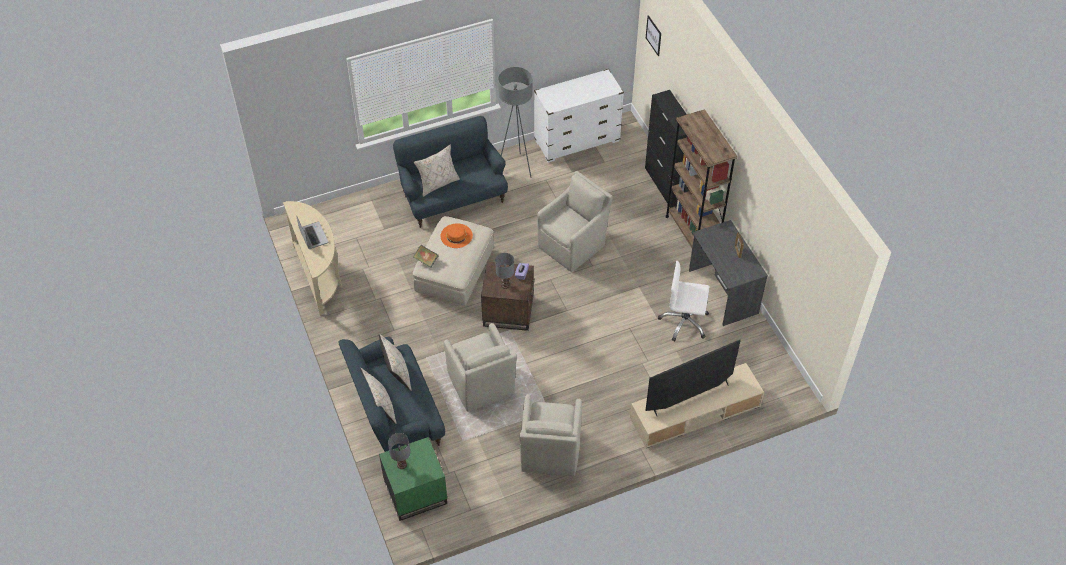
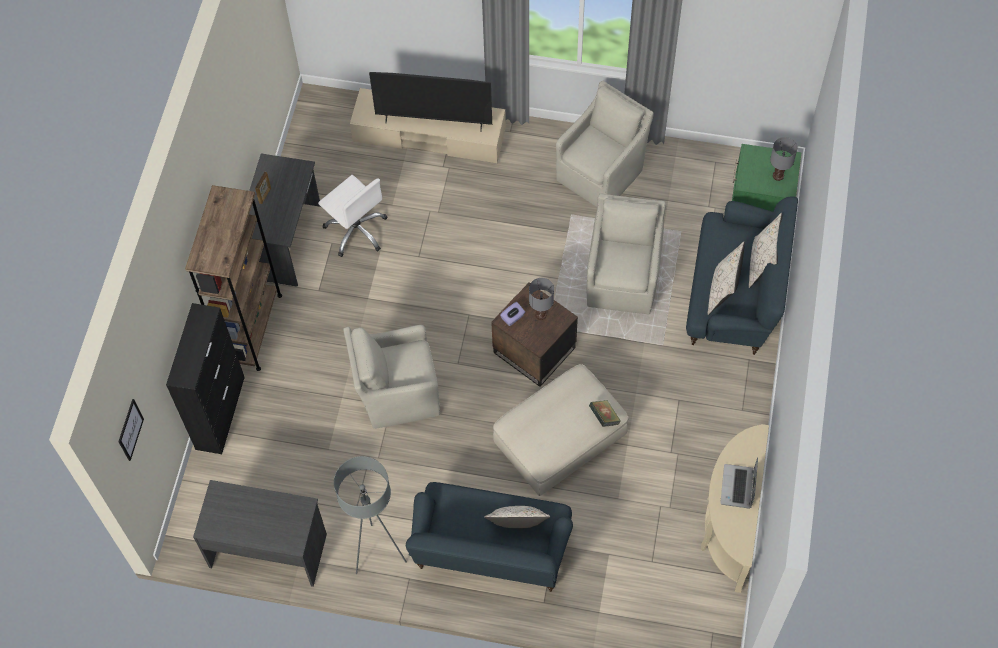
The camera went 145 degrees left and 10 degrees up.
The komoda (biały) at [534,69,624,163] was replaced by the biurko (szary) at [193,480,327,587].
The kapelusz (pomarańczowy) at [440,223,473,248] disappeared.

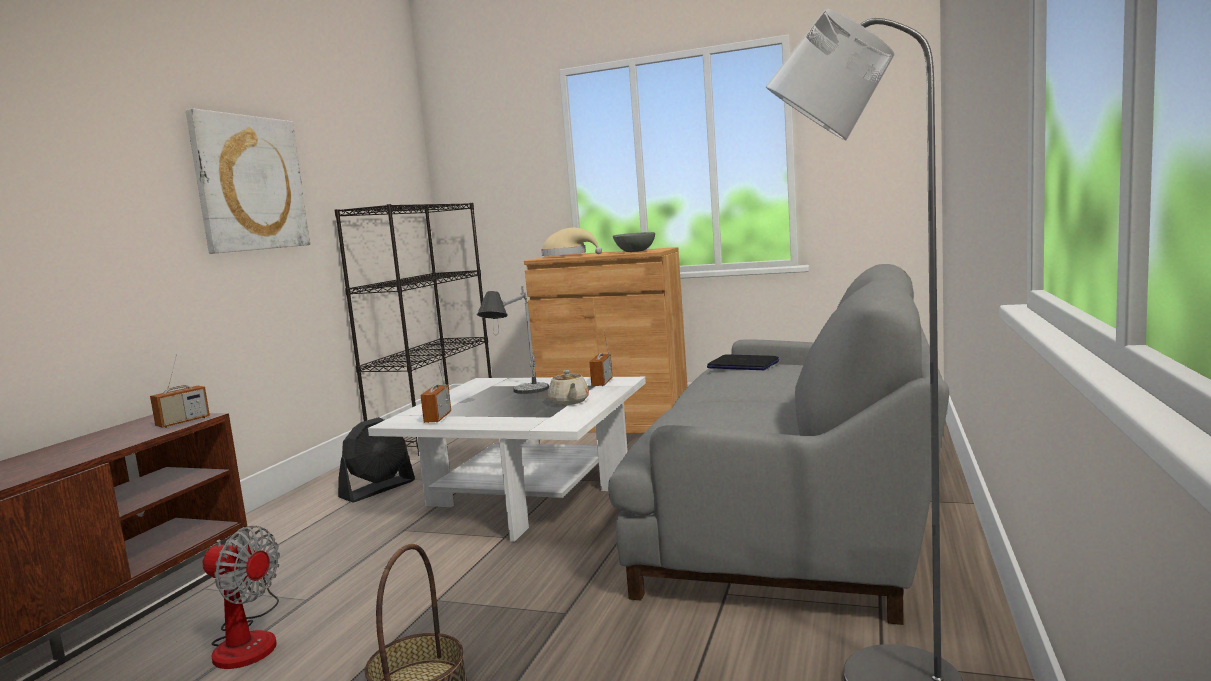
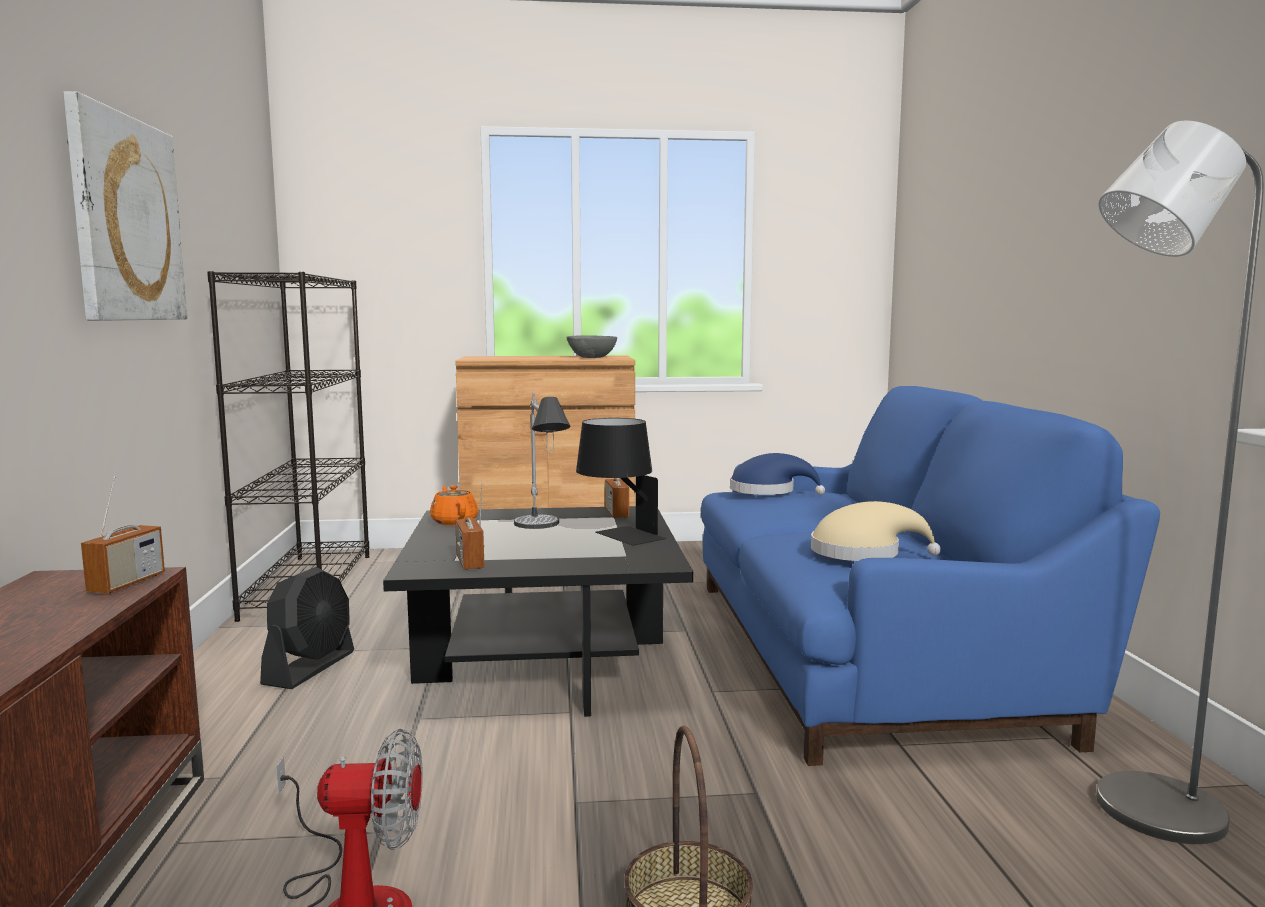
The camera went 25 degrees left and 0 degrees up.
The ława (biały) at [368,377,646,542] became the ława (czarny) at [383,506,693,717].
The imbryk (pomarańczowy) at [430,485,478,525] appeared.
The imbryk (beżowy) at [548,370,589,405] was replaced by the lampa stołowa (czarny) at [576,418,666,545].
The kanapa (szary) at [608,264,949,625] became the kanapa (niebieski) at [701,386,1160,766].
The laptop at [707,354,779,370] was replaced by the kapelusz (niebieski) at [730,453,825,495].
The kapelusz (beżowy) moved from [541,228,602,256] to [811,501,941,561].

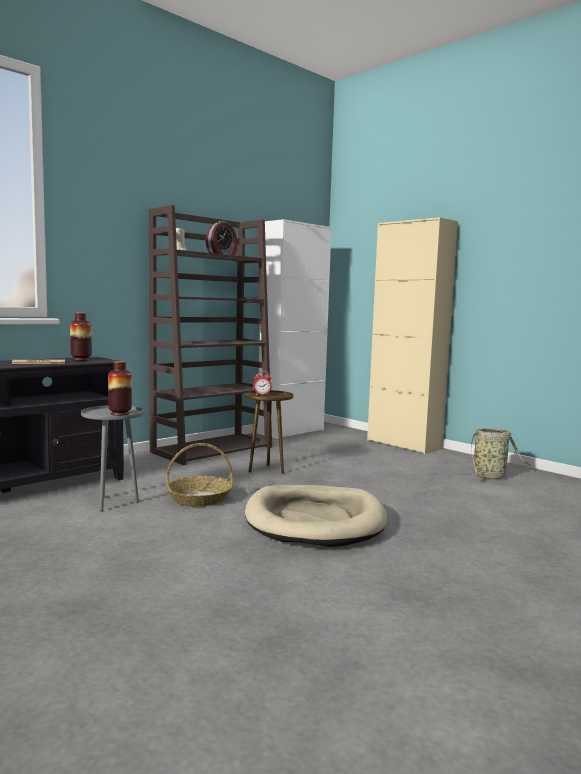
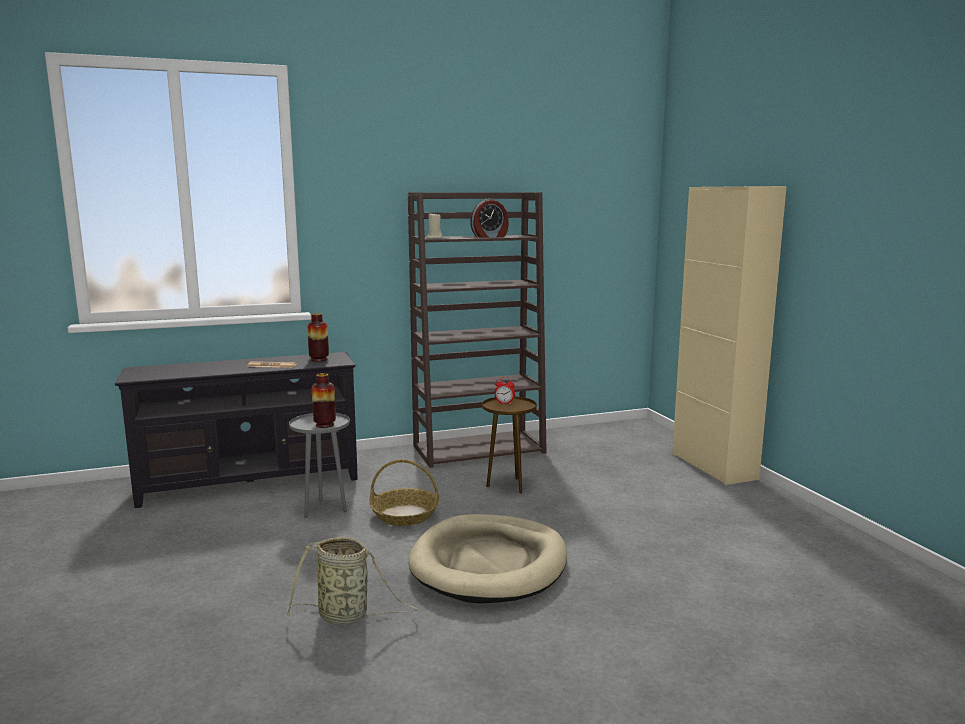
The camera went 25 degrees right and 5 degrees up.
The koszyk moved from [460,428,531,479] to [287,537,418,625].
The szafka (biały) at [257,219,332,439] disappeared.

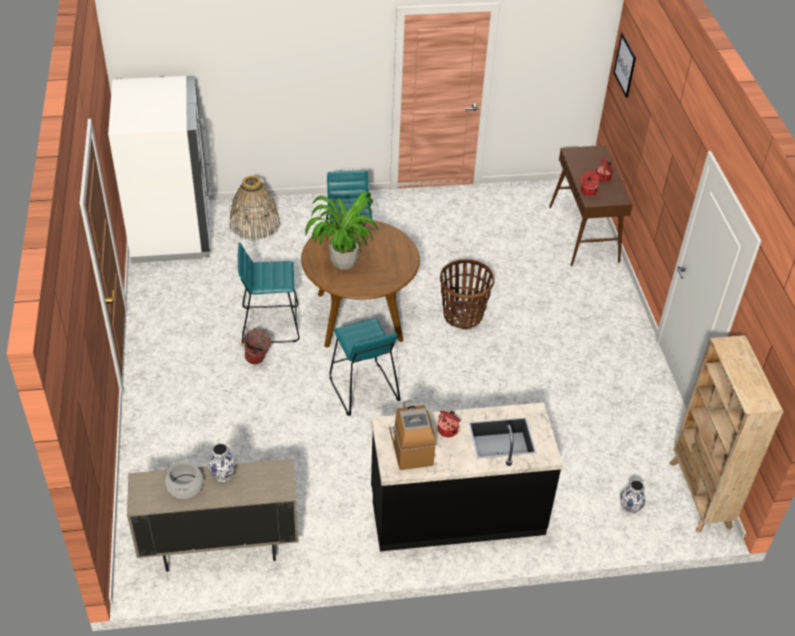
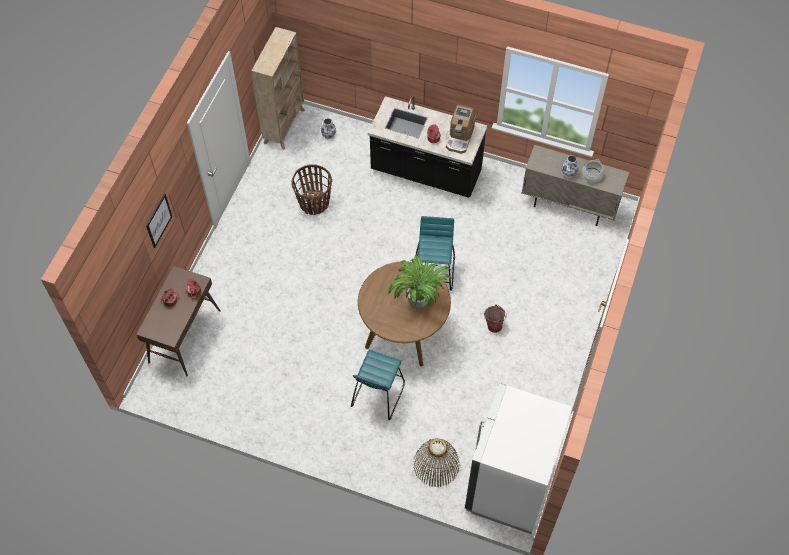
The camera went 150 degrees left and 15 degrees up.
The obraz moved from [613,33,636,98] to [146,193,172,248].
The koszyk moved from [440,259,494,329] to [291,164,332,215].
The stołek (turkusowy) at [238,242,300,343] disappeared.

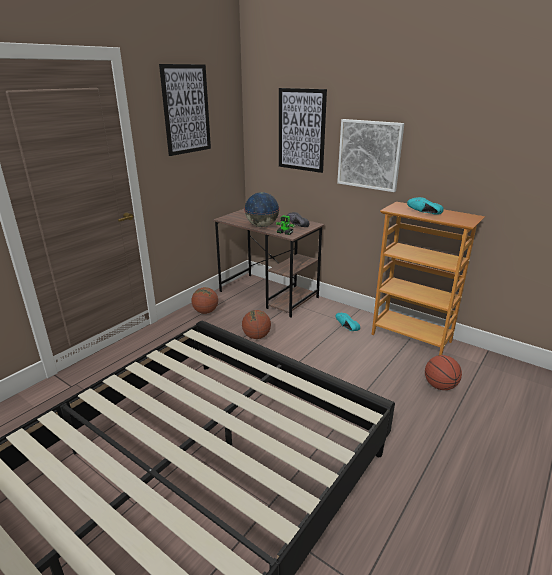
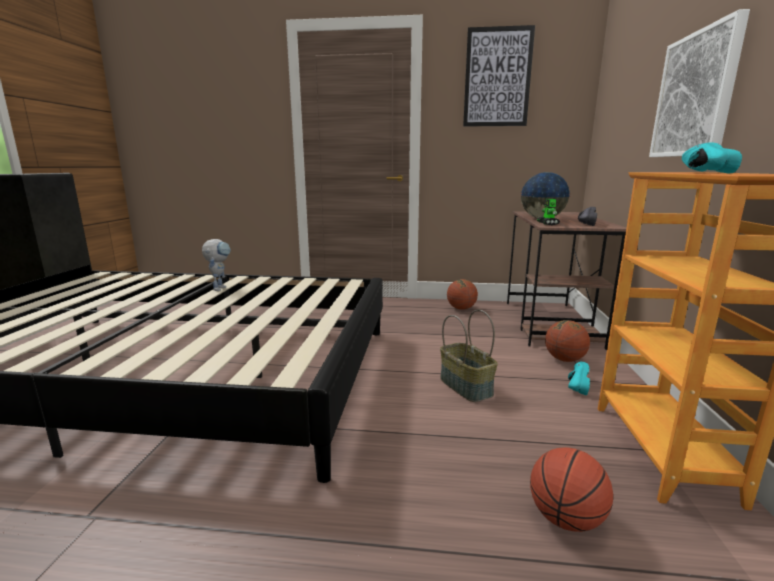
The camera went 60 degrees right and 10 degrees down.
The robot zabawkowy at [202,239,231,291] appeared.
The koszyk at [440,310,498,402] appeared.
The piłka do koszykówki moved from [242,310,271,339] to [545,320,590,362].
The obraz at [279,88,327,173] disappeared.

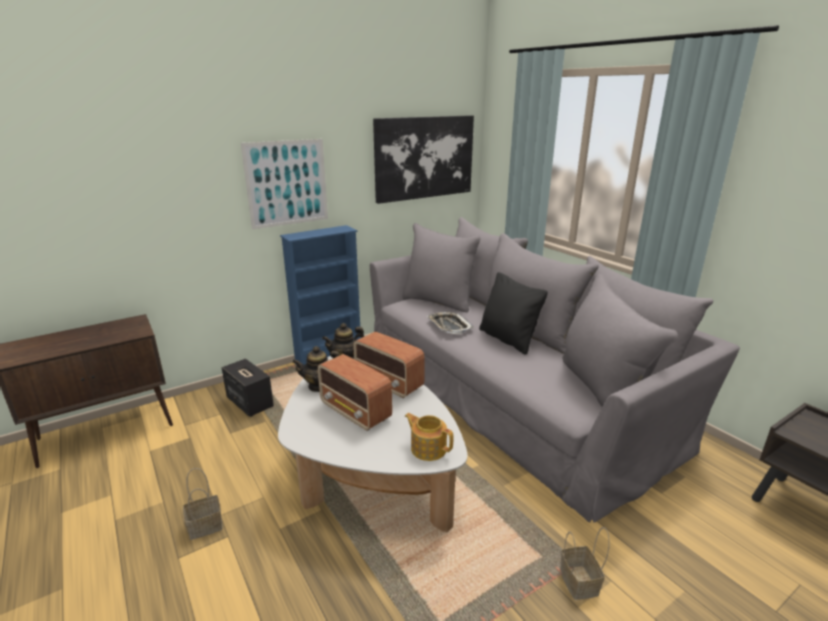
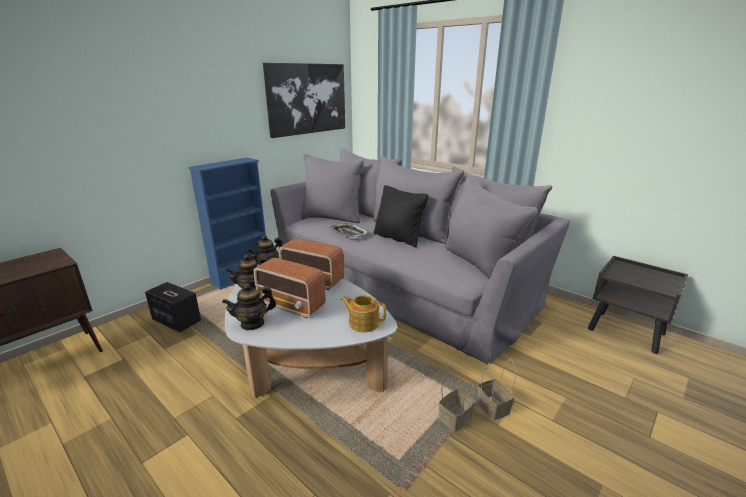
The camera went 15 degrees left and 0 degrees up.
The imbryk at [222,283,276,330] appeared.
The koszyk moved from [183,468,222,540] to [439,366,476,432].
The obraz at [241,139,328,229] disappeared.

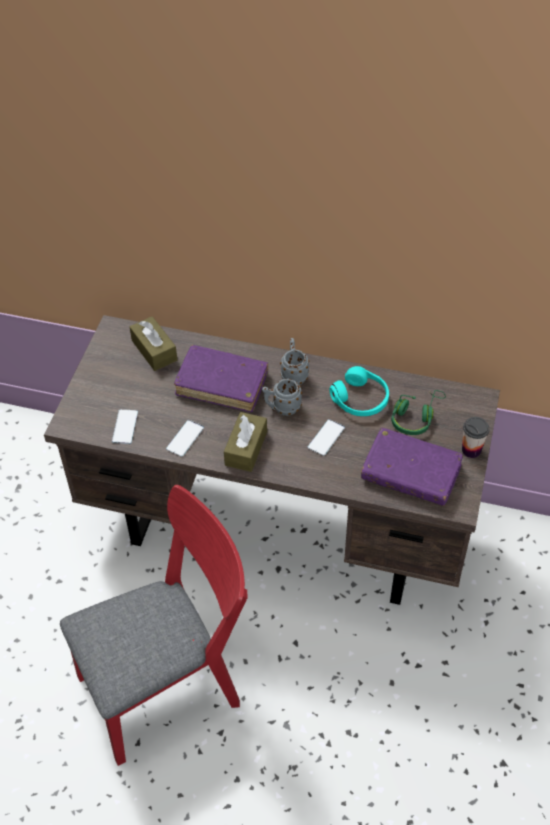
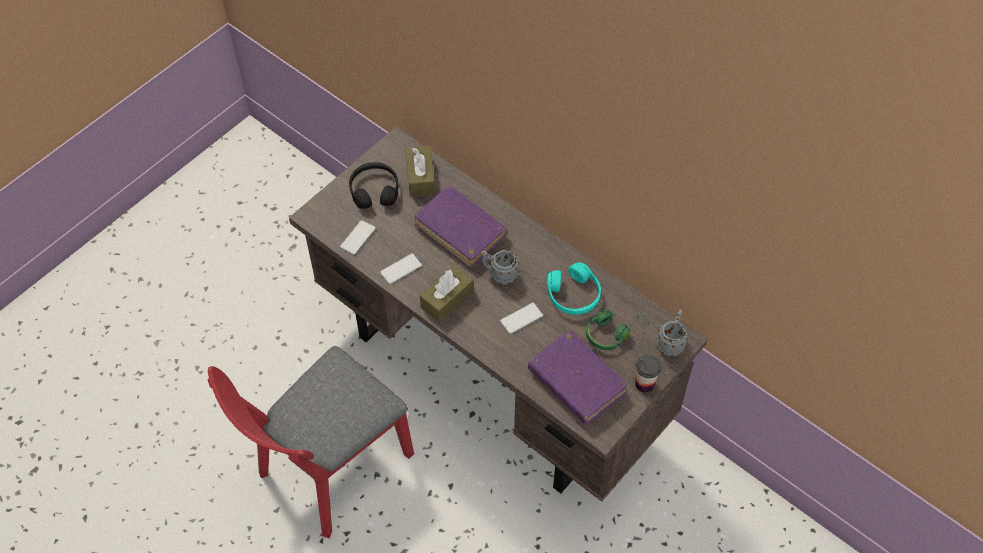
The camera went 25 degrees right and 5 degrees up.
The krzesło (czerwony) at [60,485,248,766] turned 135 degrees clockwise.
The słuchawki (czarny) at [349,162,398,209] appeared.
The kubek (szary) moved from [280,338,309,385] to [656,309,688,357].

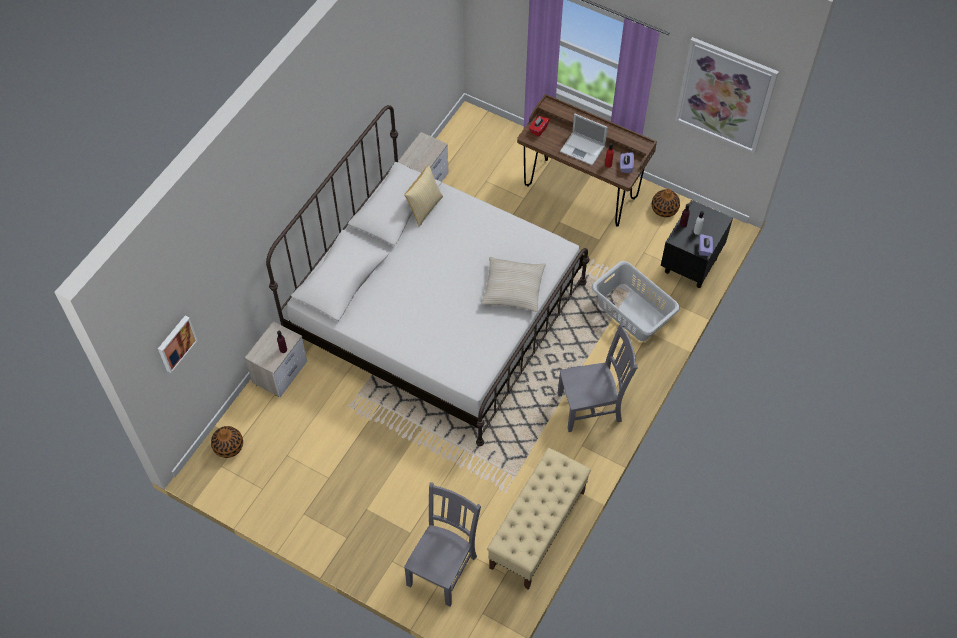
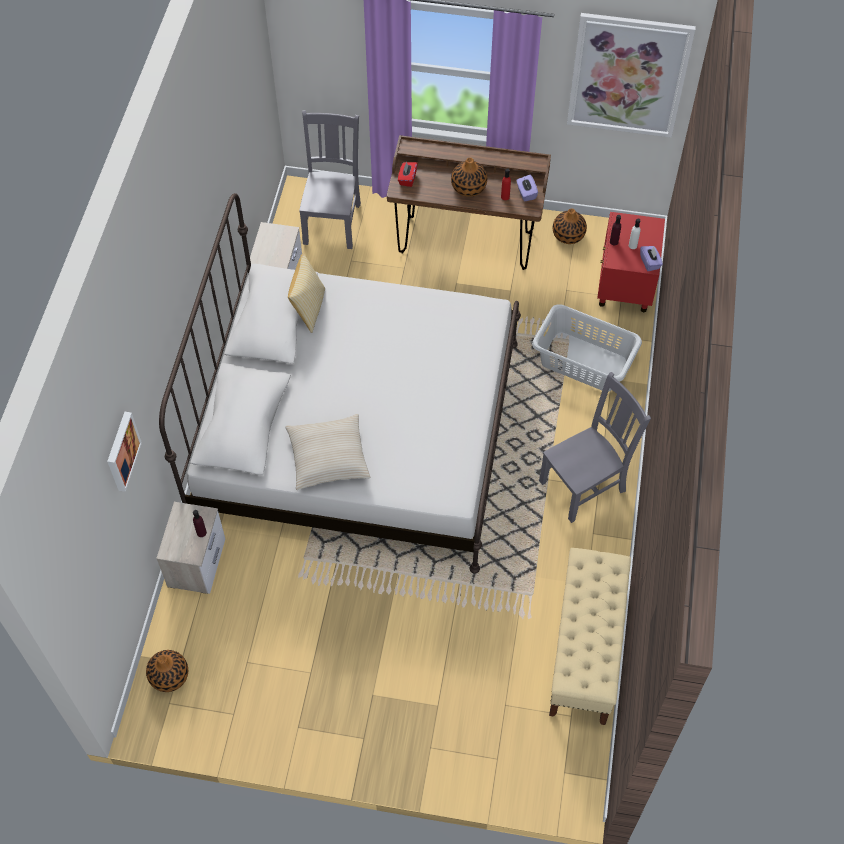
The camera went 20 degrees left and 0 degrees up.
The obraz moved from [158,315,198,373] to [107,412,142,492].
The poduszka (beżowy) moved from [481,257,546,312] to [285,414,370,490].
The krzesło (szary) moved from [404,482,481,607] to [299,110,361,249].
The laptop at [560,114,608,166] was replaced by the wazon at [451,158,487,197].
The szafka nocna (czarny) at [661,200,733,288] became the szafka nocna (czerwony) at [597,212,665,312].

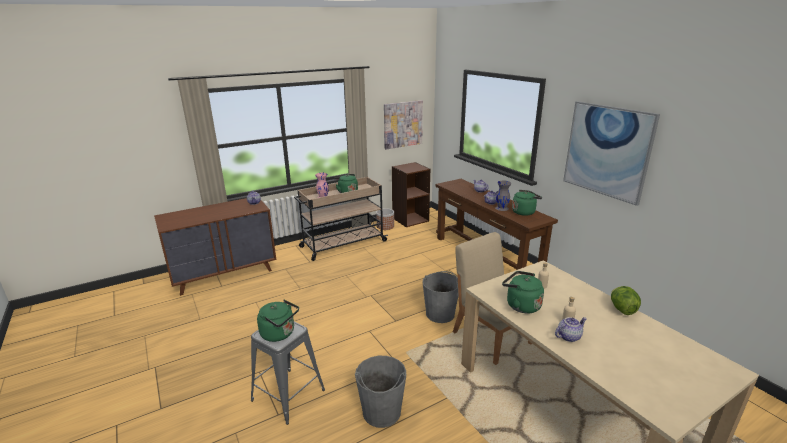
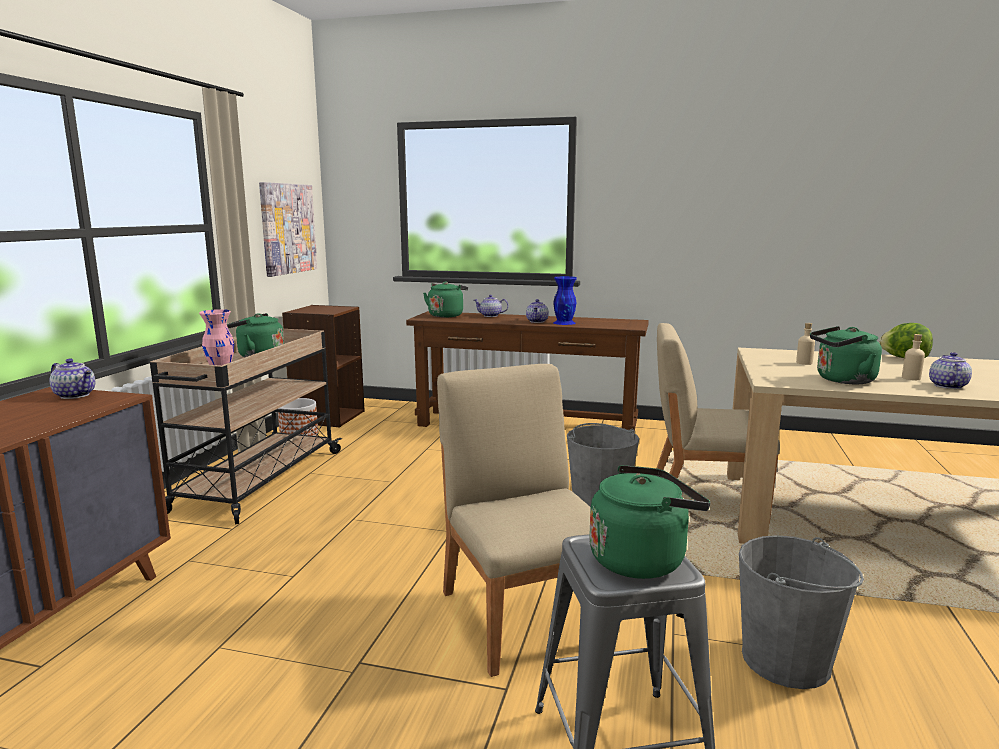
The camera went 45 degrees left and 10 degrees down.
The czajnik (zielony) moved from [512,190,542,216] to [423,282,468,317].
The krzesło (beżowy) at [437,364,591,677] appeared.
The wazon (szary) at [495,181,511,211] became the wazon (niebieski) at [553,276,577,325].
The obraz at [563,101,660,206] disappeared.

